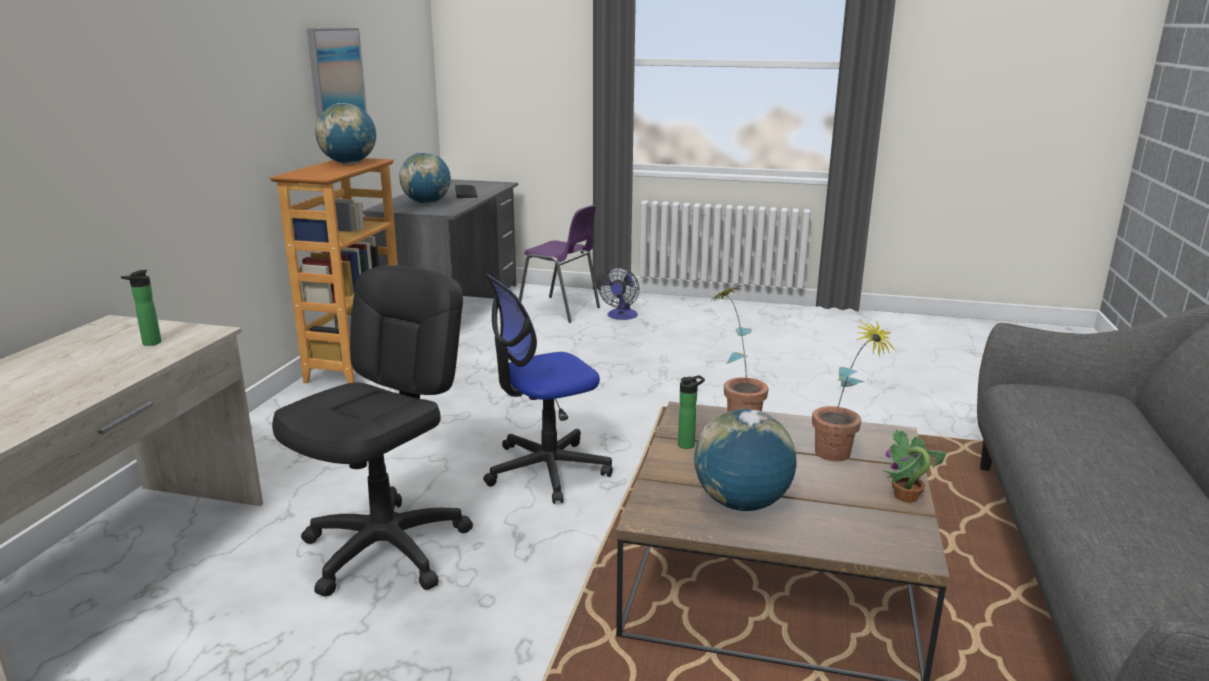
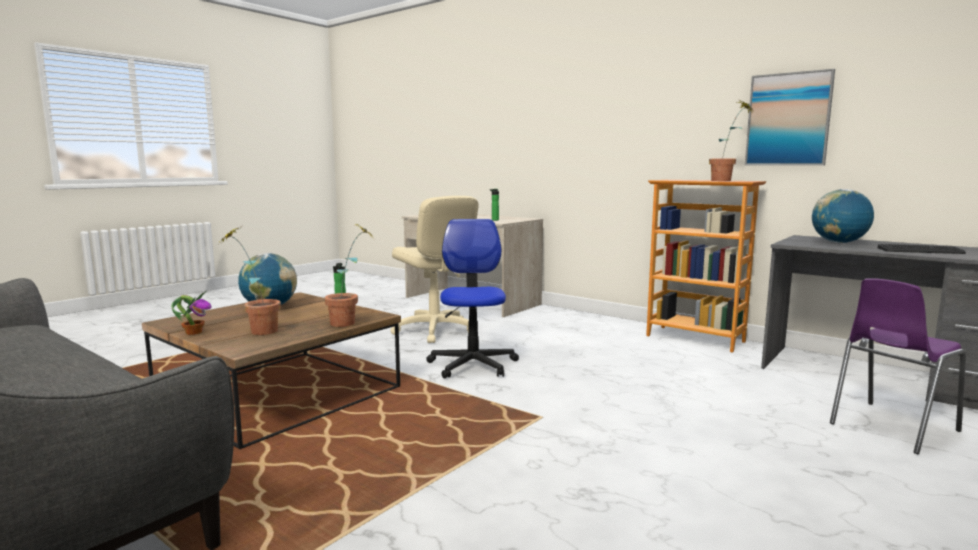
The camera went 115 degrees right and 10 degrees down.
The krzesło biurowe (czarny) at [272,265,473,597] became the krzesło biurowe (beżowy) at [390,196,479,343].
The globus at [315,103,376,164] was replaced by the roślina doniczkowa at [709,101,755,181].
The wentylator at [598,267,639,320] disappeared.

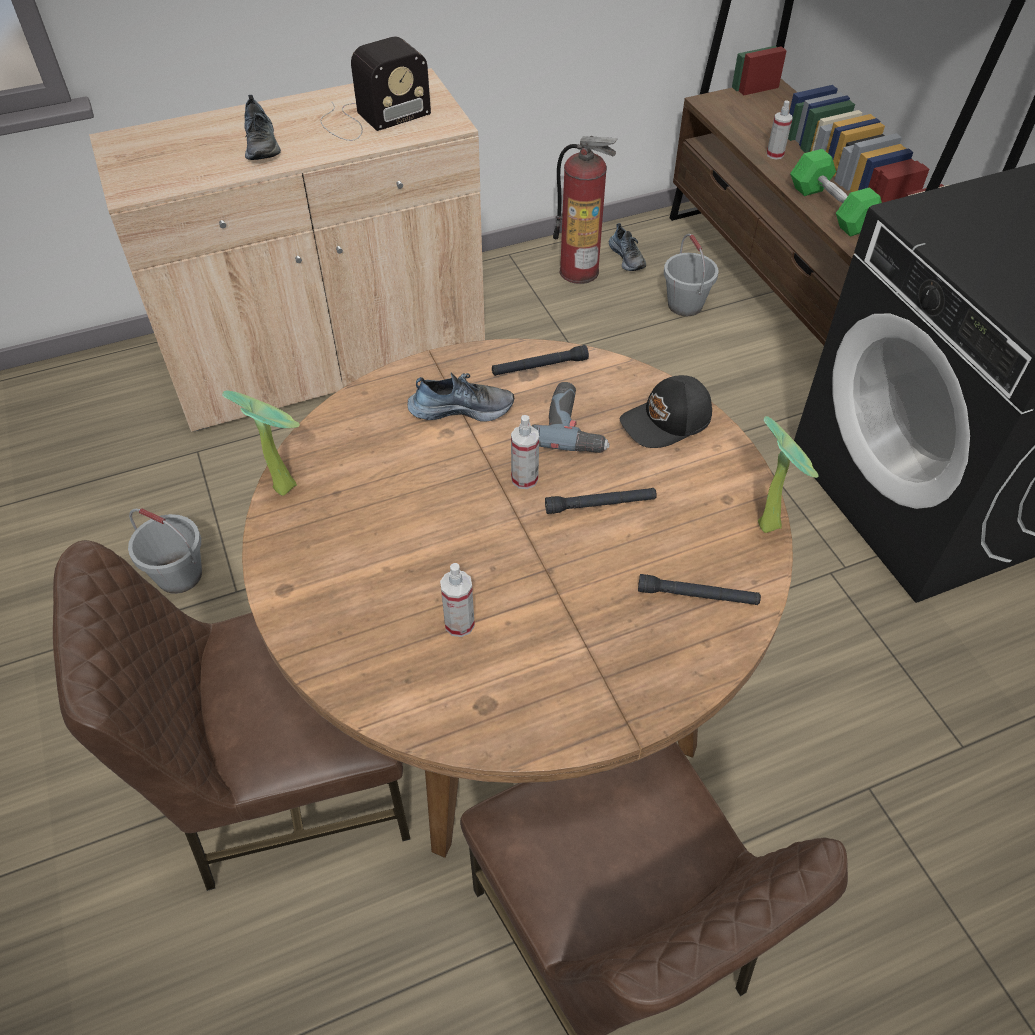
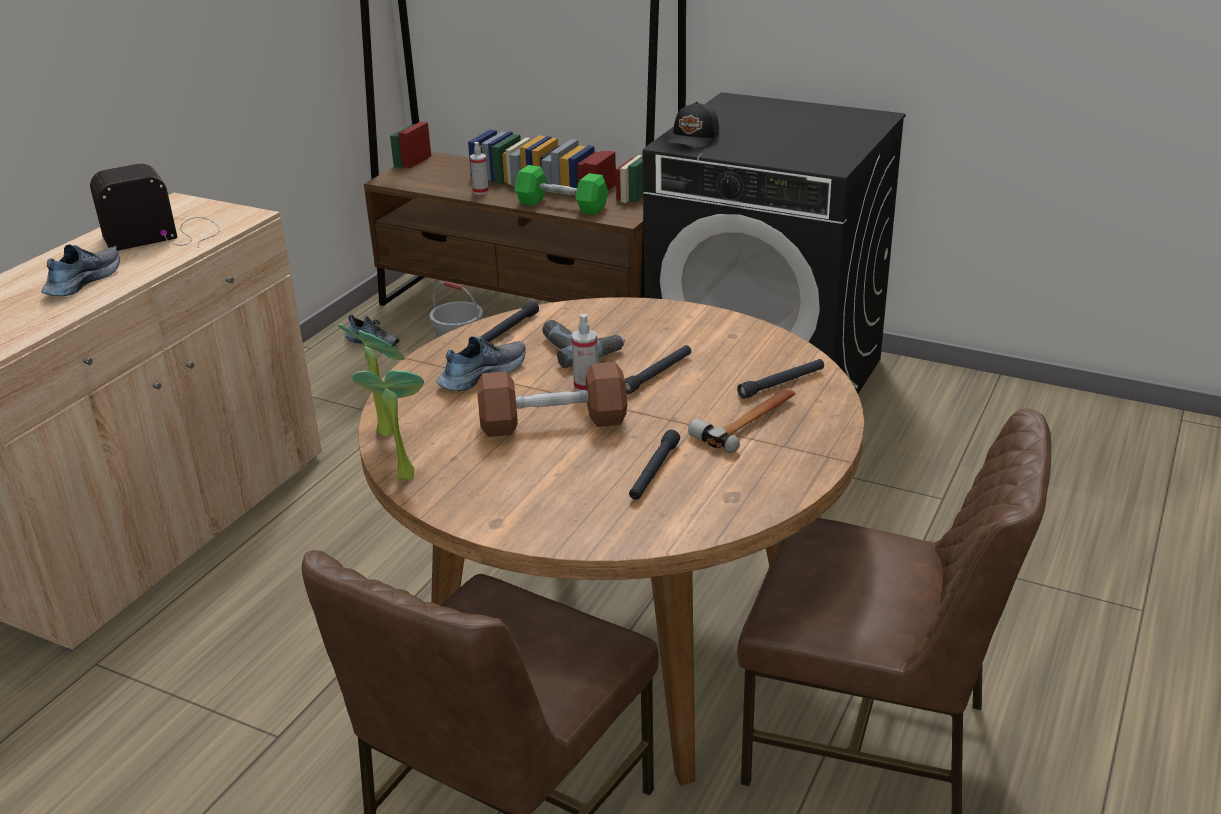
The camera went 40 degrees left and 20 degrees down.
The but at [244,95,281,160] turned 105 degrees counterclockwise.
The radio at [320,36,431,141] turned 135 degrees counterclockwise.
The roślina doniczkowa moved from [758,416,818,533] to [338,324,405,437].
The hantel (brązowy) at [477,362,627,437] appeared.
The spryskiwacz at [440,563,475,637] was replaced by the latarka (czarny) at [629,430,680,500].
The czapka z daszkiem (czarny) moved from [620,375,712,448] to [666,101,719,149].
The młotek at [688,388,796,453] appeared.
The wiadro (szary) at [128,508,202,594] disappeared.
The gaśnica at [553,136,617,284] disappeared.

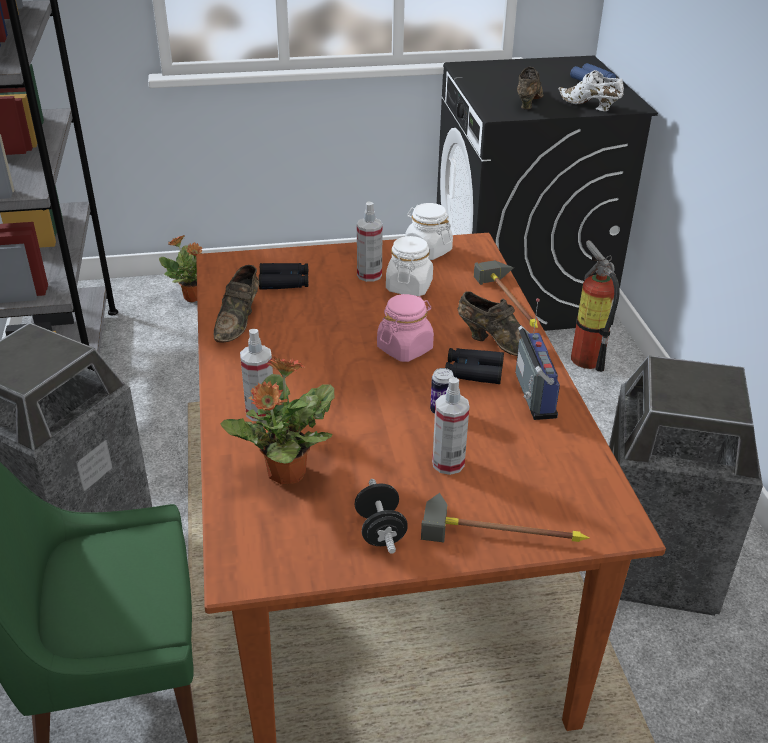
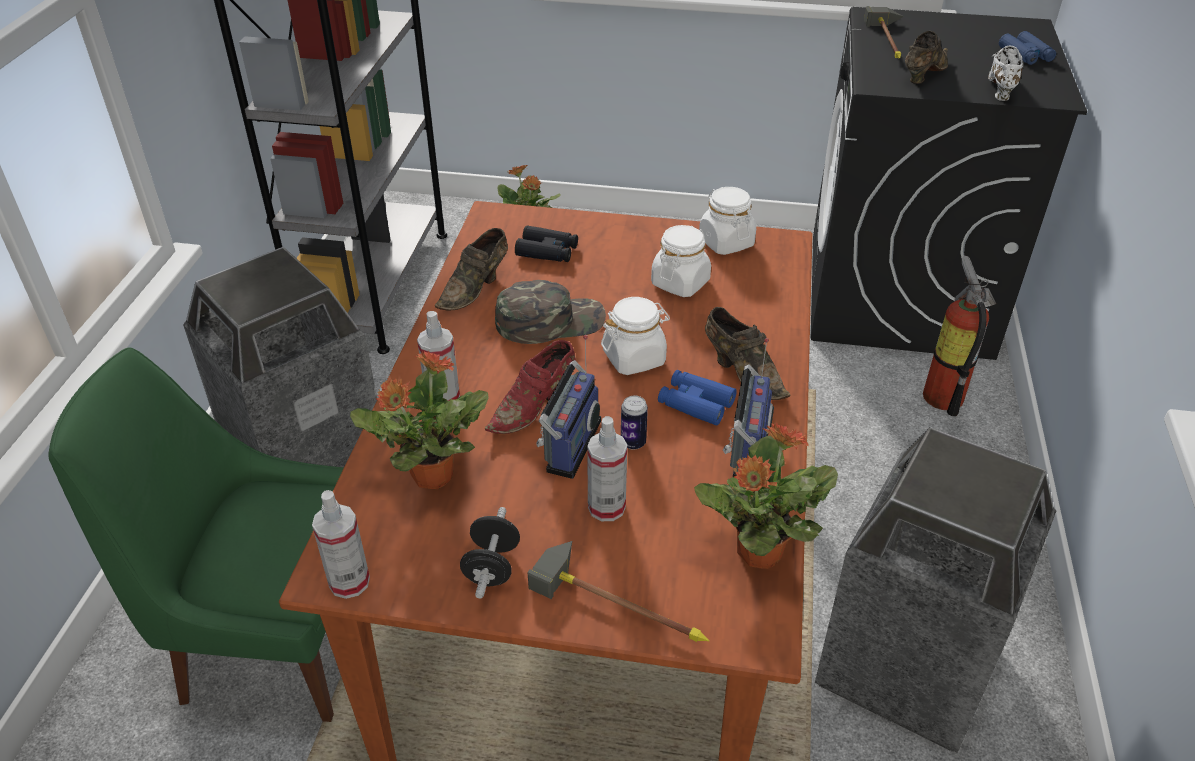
The camera went 20 degrees right and 5 degrees up.
The spryskiwacz moved from [357,201,383,282] to [312,490,370,599].
The but (czerwony) at [485,340,576,434] appeared.
The czapka z daszkiem (zielony) at [495,280,606,344] appeared.
The radio at [536,335,601,479] appeared.
The słoik (różowy) at [377,294,434,362] became the słoik (biały) at [601,297,670,375].
The lornetka (czarny) at [445,348,504,384] became the lornetka (niebieski) at [658,370,737,426].
The roślina doniczkowa at [694,423,838,569] appeared.
The młotek moved from [474,260,538,328] to [864,6,904,59].
The but (biały) at [558,70,624,111] turned 45 degrees clockwise.

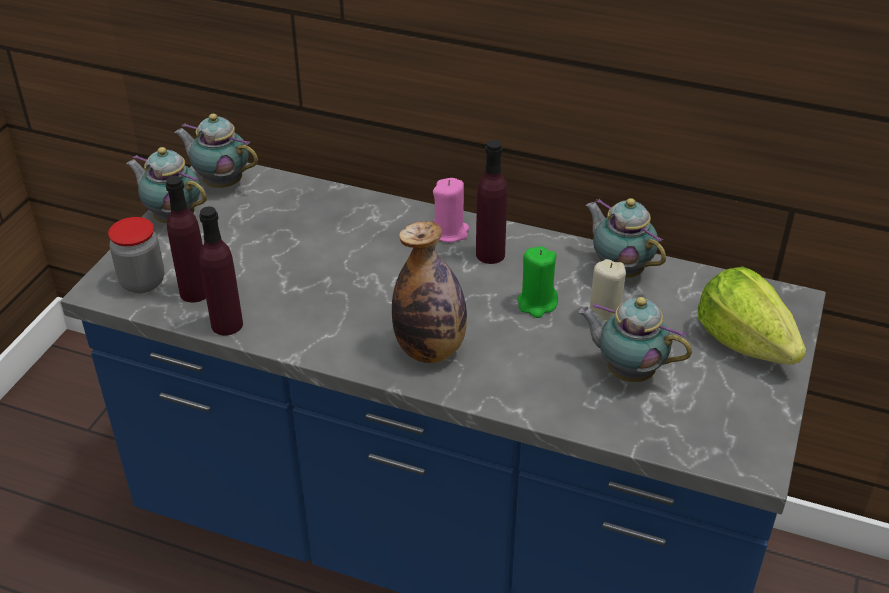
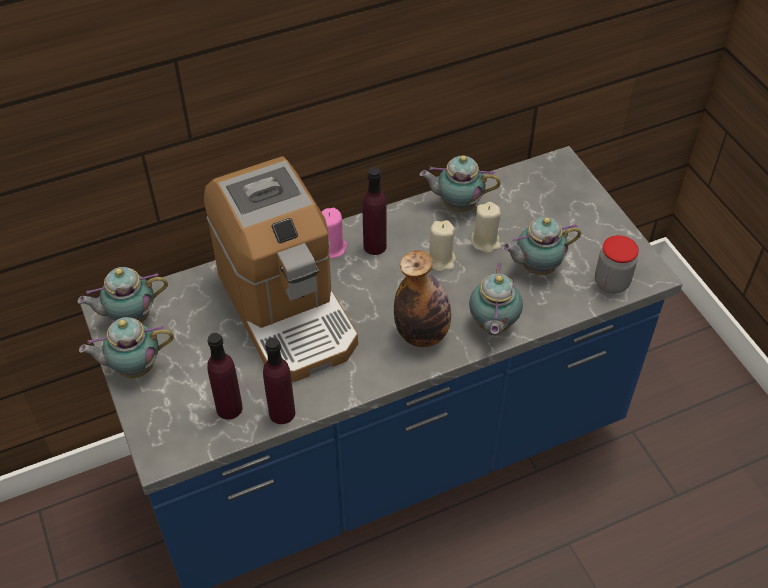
The camera went 45 degrees left and 10 degrees up.
The ekspres do kawy at [204,156,358,382] appeared.
The świeca (zielony) at [518,246,558,318] became the świeca (beżowy) at [428,220,456,272].
The imbryk at [469,262,523,335] appeared.
The słoik moved from [108,217,164,293] to [595,235,639,293].
The sałata at [698,267,806,365] disappeared.

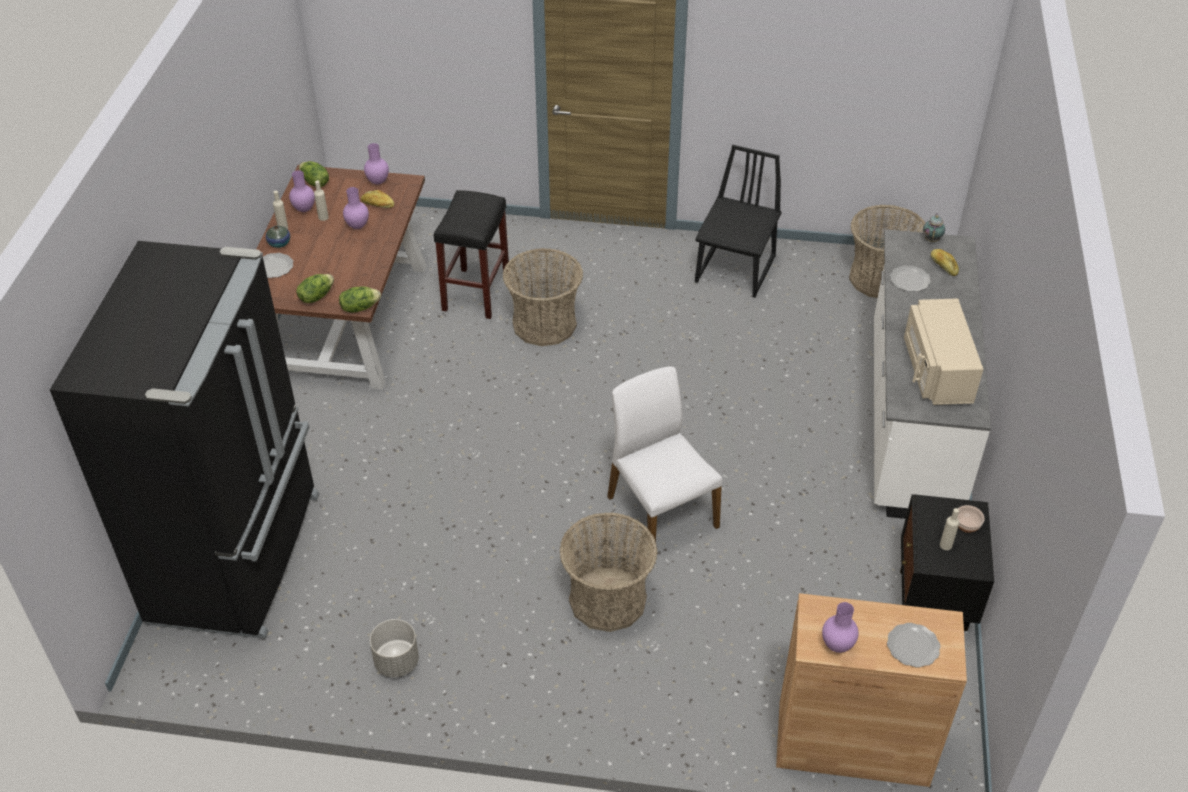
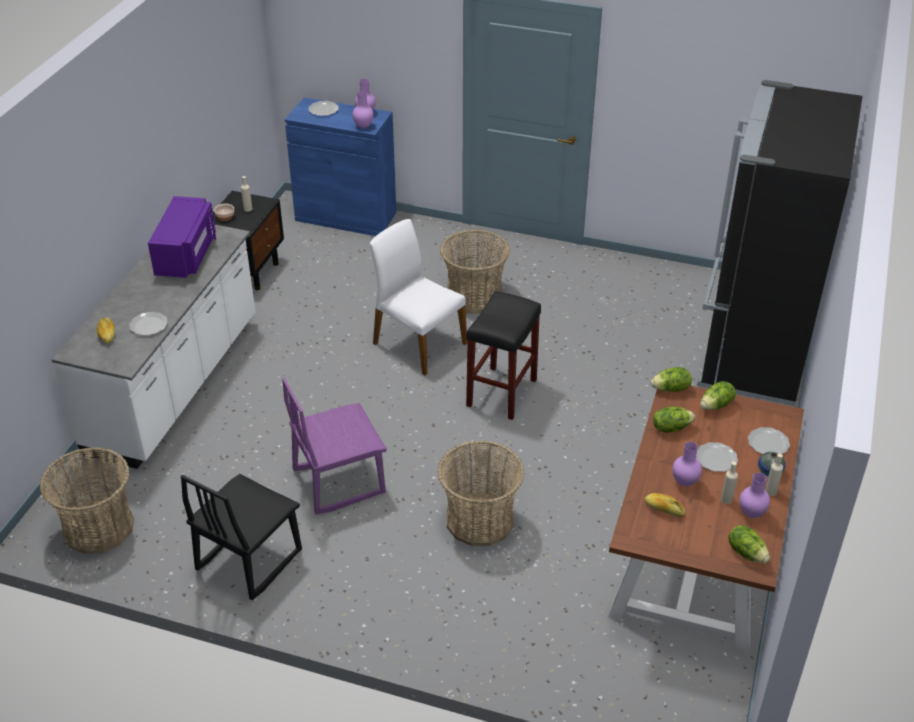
The camera went 170 degrees left and 5 degrees down.
The mikrofalówka (beżowy) at [904,298,983,405] became the mikrofalówka (fioletowy) at [148,196,216,278].
The krzesło (fioletowy) at [282,378,387,515] appeared.
The szafka (brązowy) at [776,593,967,787] became the szafka (niebieski) at [285,97,396,236].
The wazon (fioletowy) moved from [364,143,389,185] to [353,91,374,128].
The krzesło (biały) at [607,366,722,545] turned 150 degrees clockwise.
The stołek (czarny) moved from [434,190,510,319] to [466,291,541,420].
The sałata at [653,407,695,433] appeared.
The talerz at [696,442,738,472] appeared.
The donica (szary) at [370,619,419,677] disappeared.
The imbryk at [923,214,945,242] disappeared.

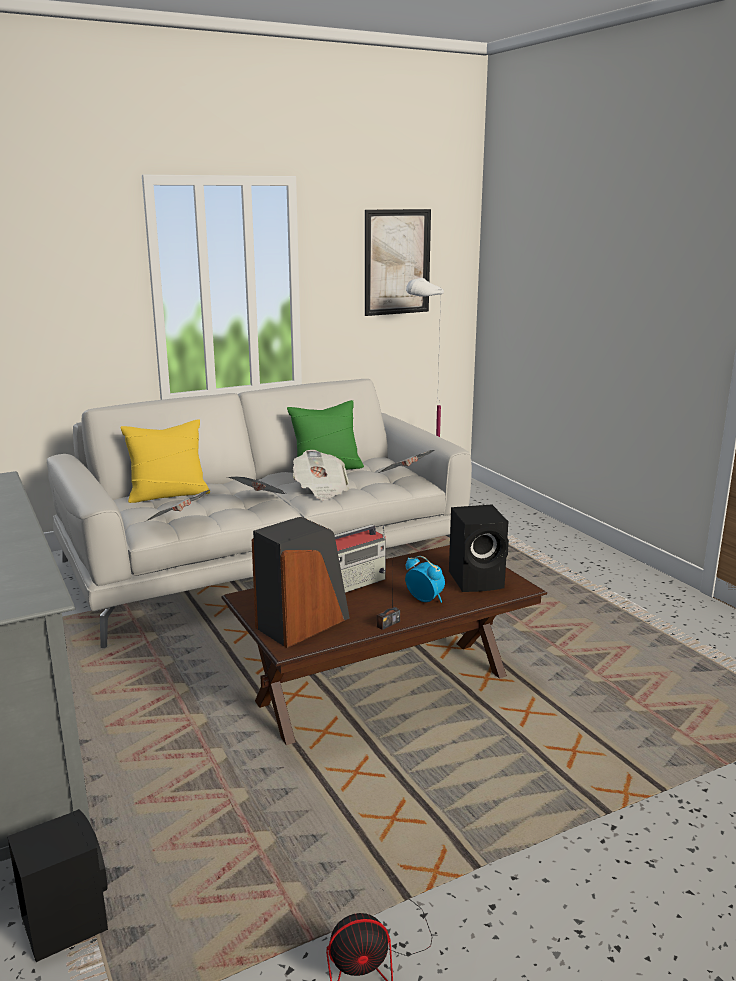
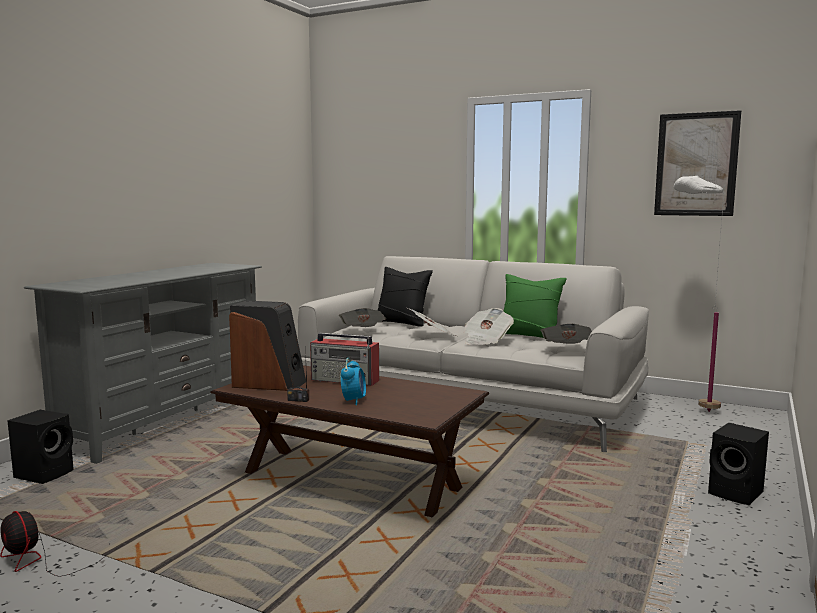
The camera went 55 degrees right and 10 degrees down.
The poduszka (żółty) at [121,419,210,503] became the poduszka (czarny) at [378,267,433,327].
The głośnik (czarny) moved from [449,505,509,592] to [708,423,769,505].

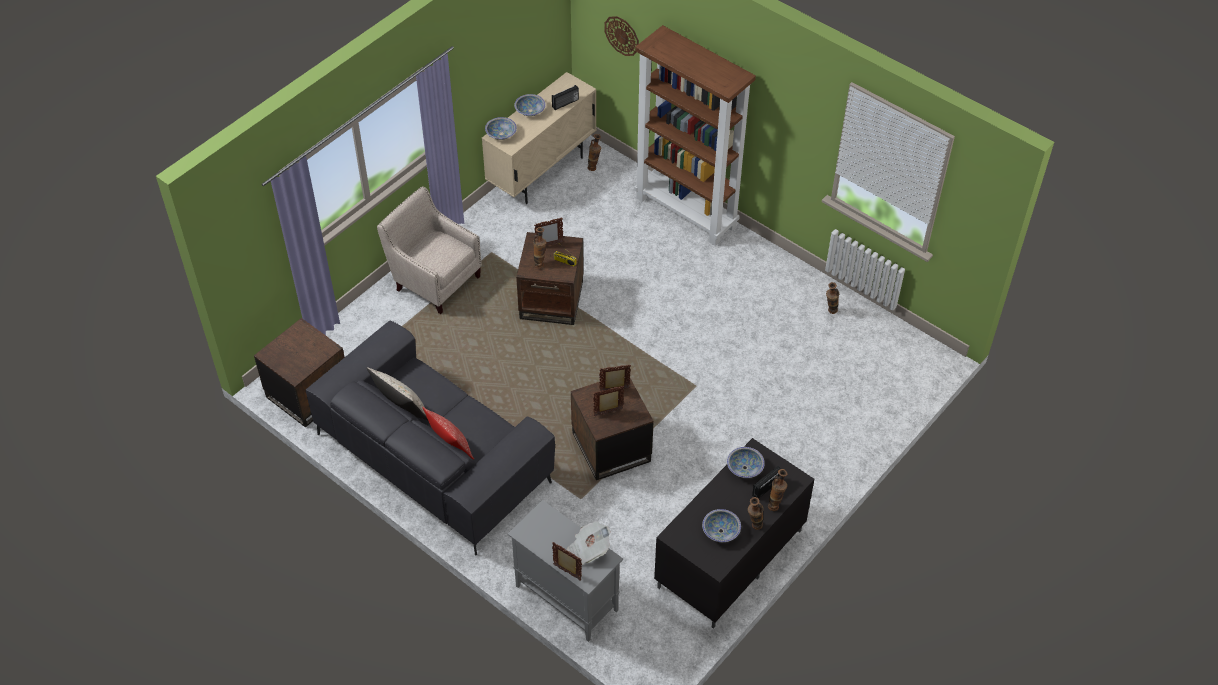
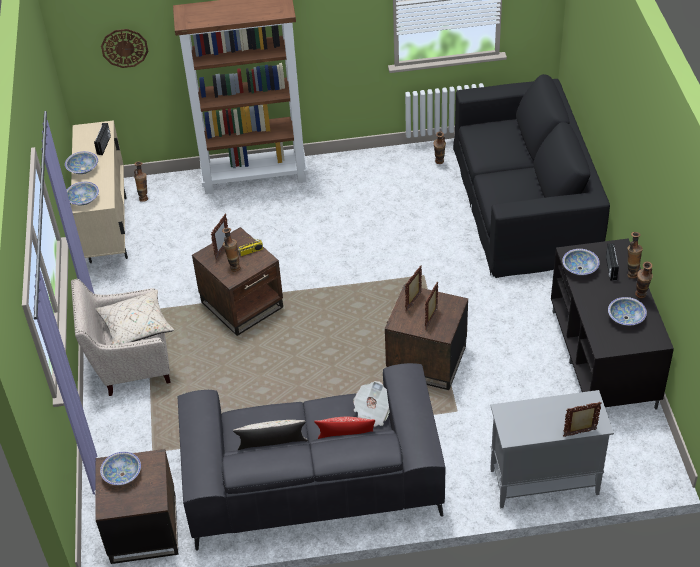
The camera went 45 degrees left and 5 degrees down.
The poduszka (beżowy) at [95,289,174,346] appeared.
The miska at [100,452,141,485] appeared.
The gazeta moved from [567,521,611,565] to [353,381,390,427].
The kanapa (czarny) at [453,74,610,278] appeared.

